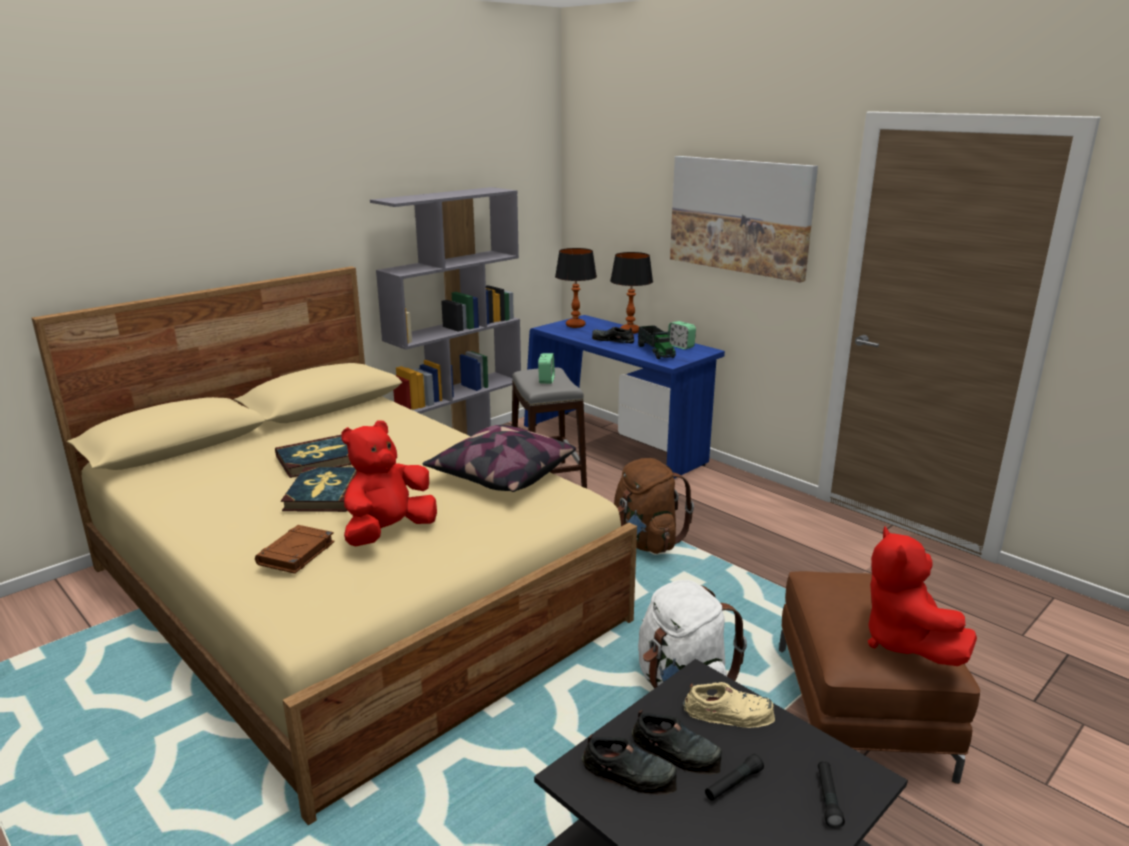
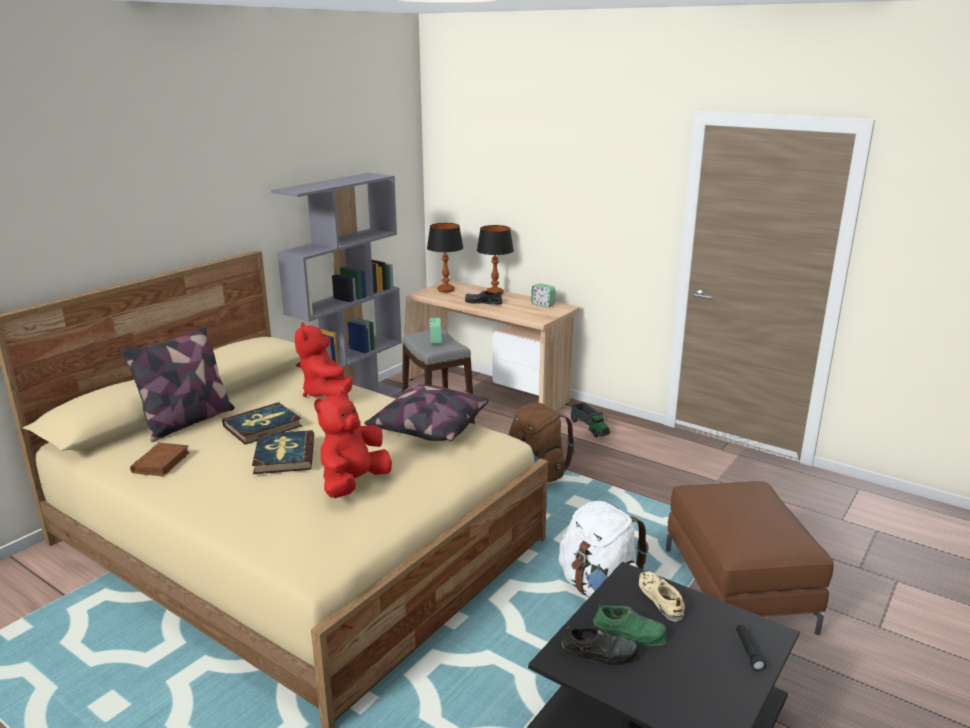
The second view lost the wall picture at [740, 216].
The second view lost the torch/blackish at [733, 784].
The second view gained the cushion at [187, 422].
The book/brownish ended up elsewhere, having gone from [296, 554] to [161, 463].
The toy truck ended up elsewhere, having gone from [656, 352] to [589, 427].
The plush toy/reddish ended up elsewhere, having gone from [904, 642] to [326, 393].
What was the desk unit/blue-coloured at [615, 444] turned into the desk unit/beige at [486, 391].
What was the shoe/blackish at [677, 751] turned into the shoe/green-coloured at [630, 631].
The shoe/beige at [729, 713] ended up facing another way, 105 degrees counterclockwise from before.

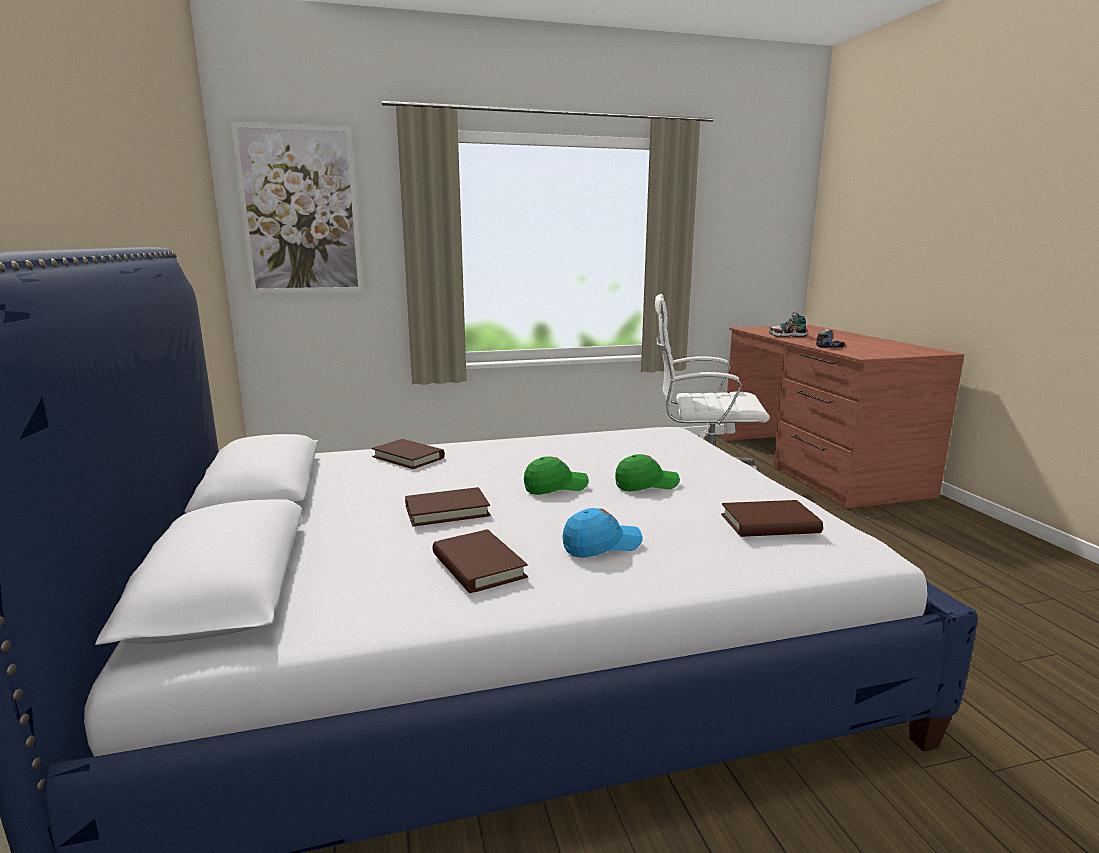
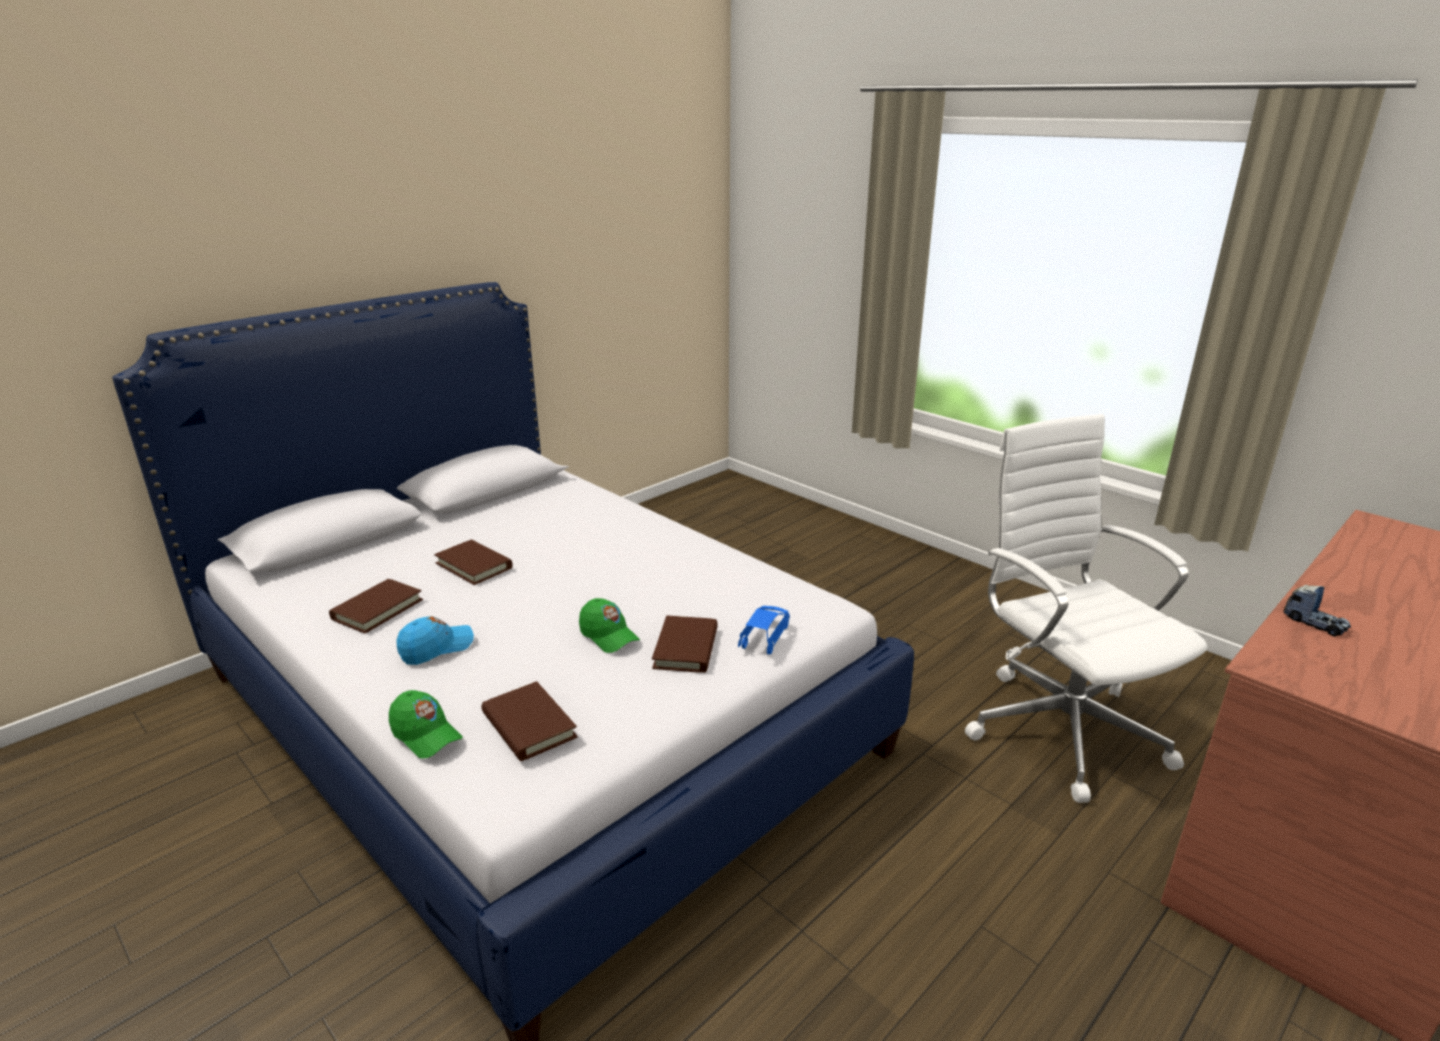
The second view lost the wall picture at [300, 211].
The second view lost the shoe at [787, 336].
The second view gained the toy car/blue-coloured at [765, 638].
The book/brownish ended up elsewhere, having gone from [408, 457] to [686, 648].
The cap/green-coloured ended up elsewhere, having gone from [555, 487] to [426, 735].
The cap/blue-coloured at [601, 545] ended up facing another way, 75 degrees counterclockwise from before.

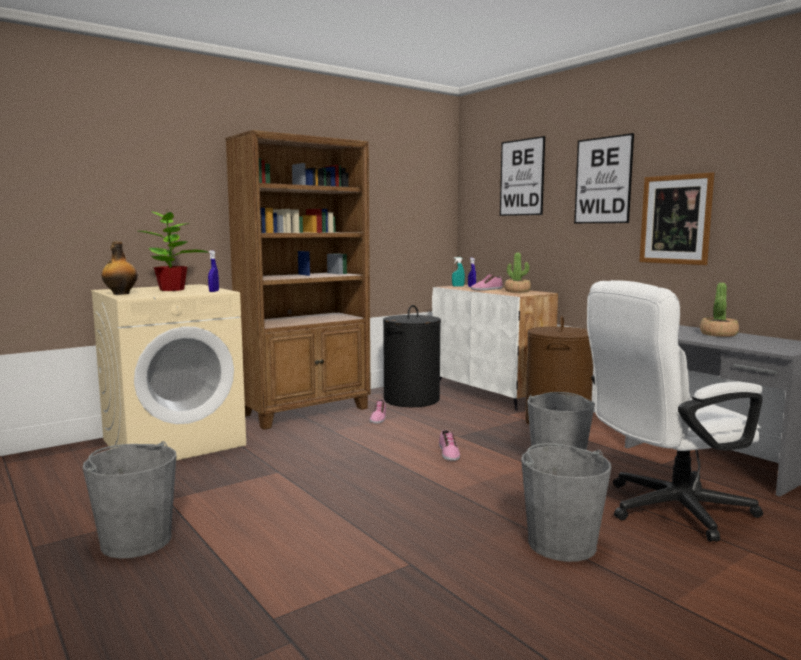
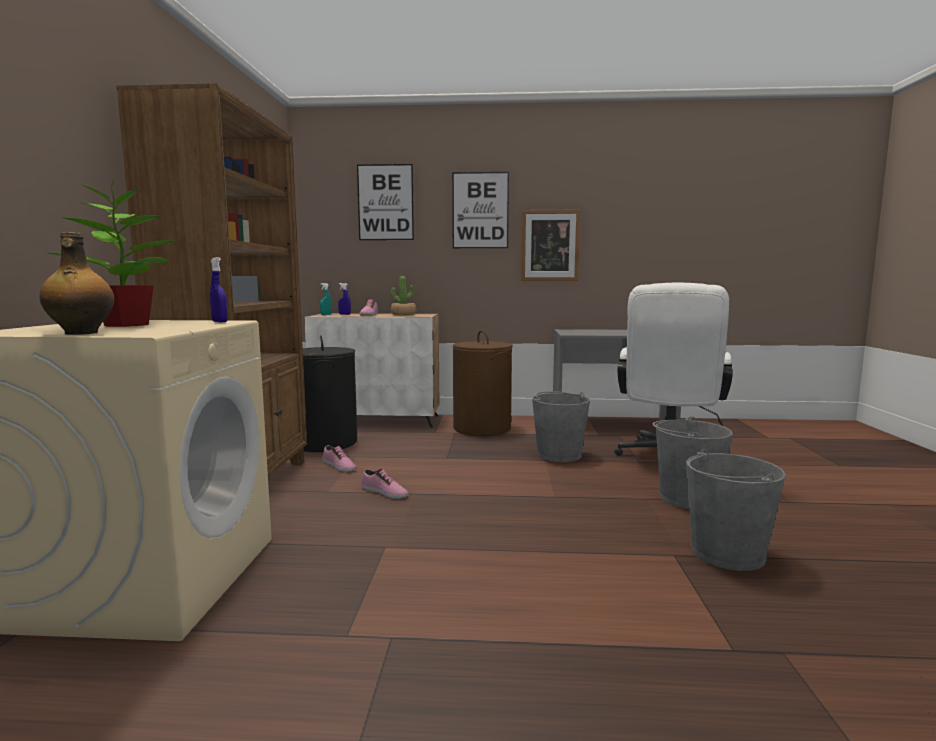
The second view lost the potted plant at [718, 334].
The water bucket/gray ended up elsewhere, having gone from [136, 541] to [726, 553].
The shoe ended up elsewhere, having gone from [448, 452] to [384, 492].

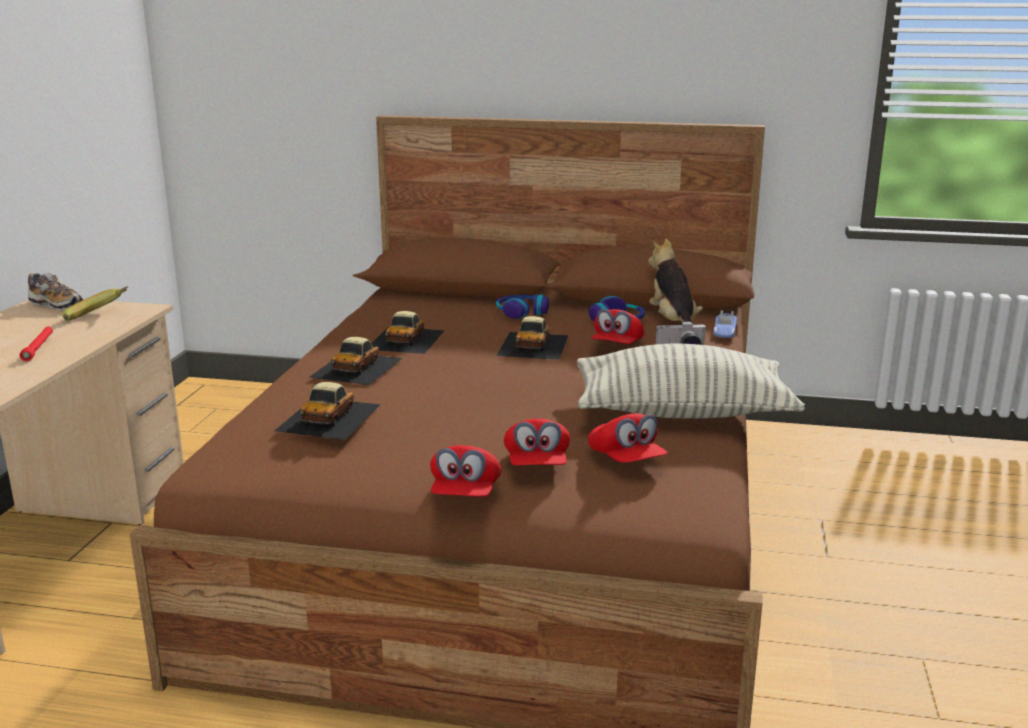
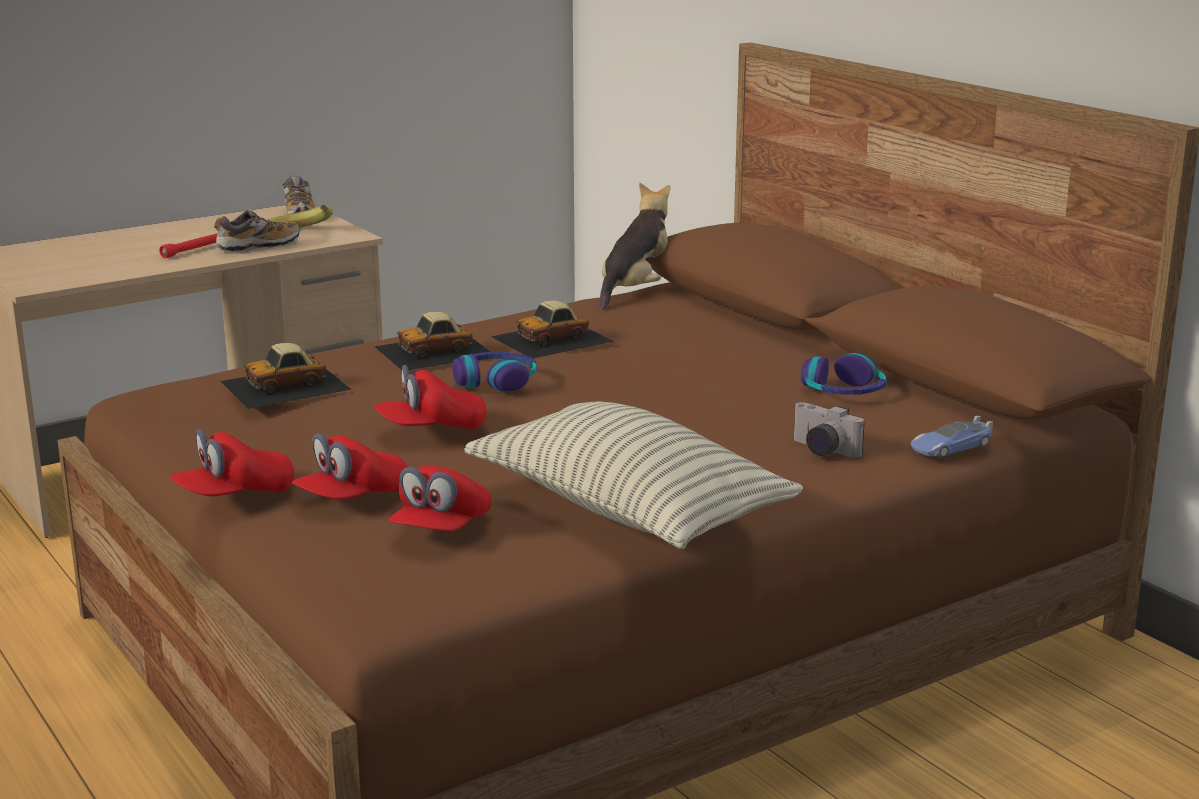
The second view lost the toy car at [534, 345].
The second view gained the shoe at [258, 247].
The headphones ended up elsewhere, having gone from [521, 312] to [496, 381].
The cap/reddish ended up elsewhere, having gone from [617, 346] to [431, 429].
The plush toy ended up elsewhere, having gone from [673, 323] to [637, 291].

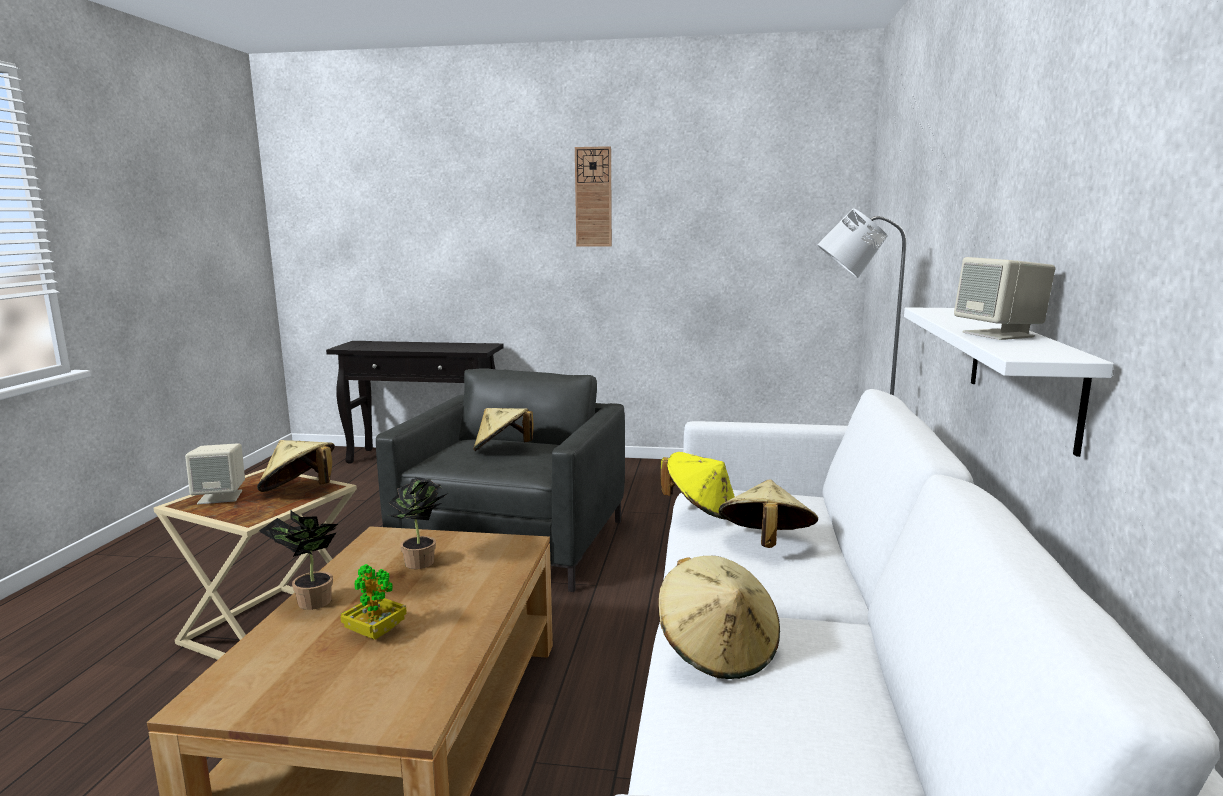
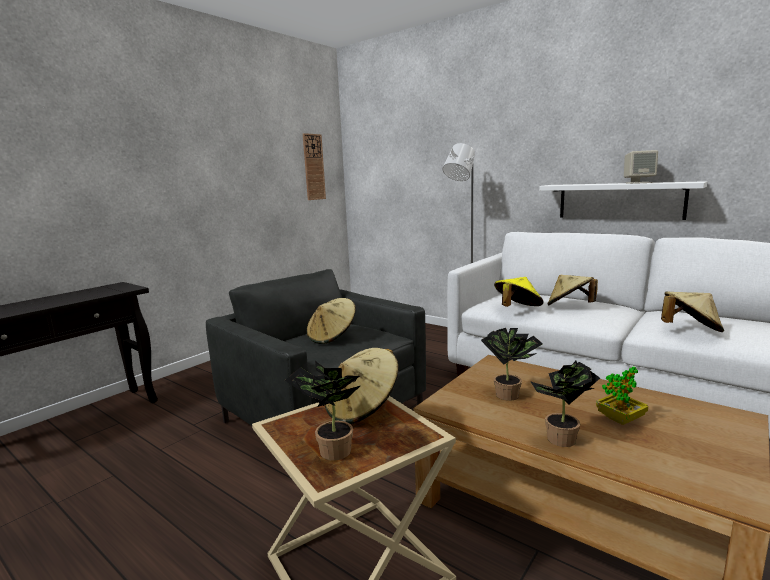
The wall clock ended up elsewhere, having gone from [593, 197] to [313, 167].
Where the speaker/beige stood at [221, 497], the potted plant came to stand at [330, 451].

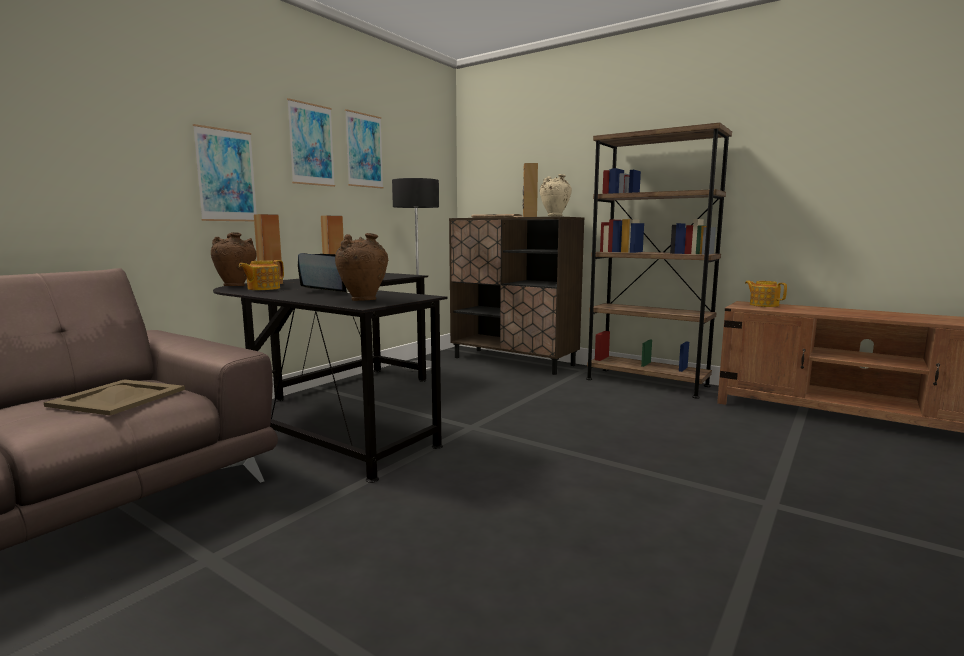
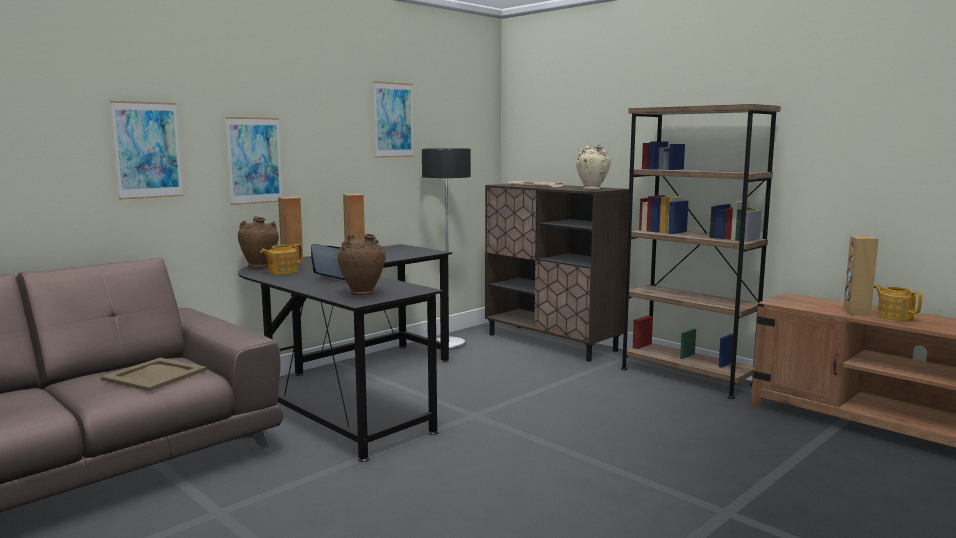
The wall picture ended up elsewhere, having gone from [311, 144] to [147, 150].
The speaker/brownish ended up elsewhere, having gone from [529, 217] to [856, 312].
The tea pot ended up elsewhere, having gone from [763, 305] to [894, 316].

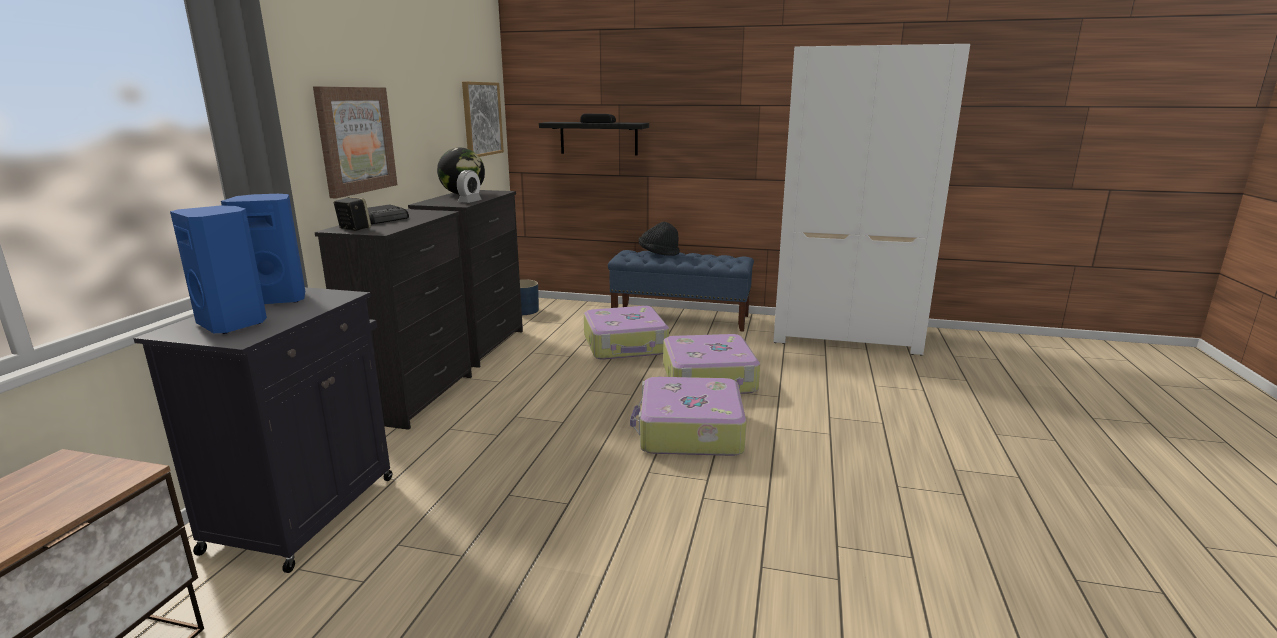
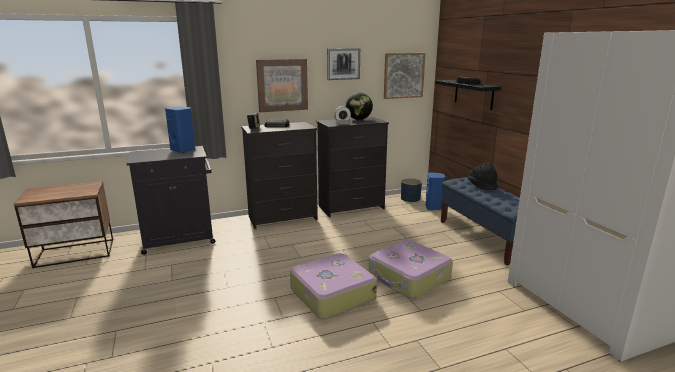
The second view lost the suitcase at [626, 345].
The second view gained the wall picture at [343, 64].
The speaker/blue-coloured ended up elsewhere, having gone from [234, 324] to [434, 207].

